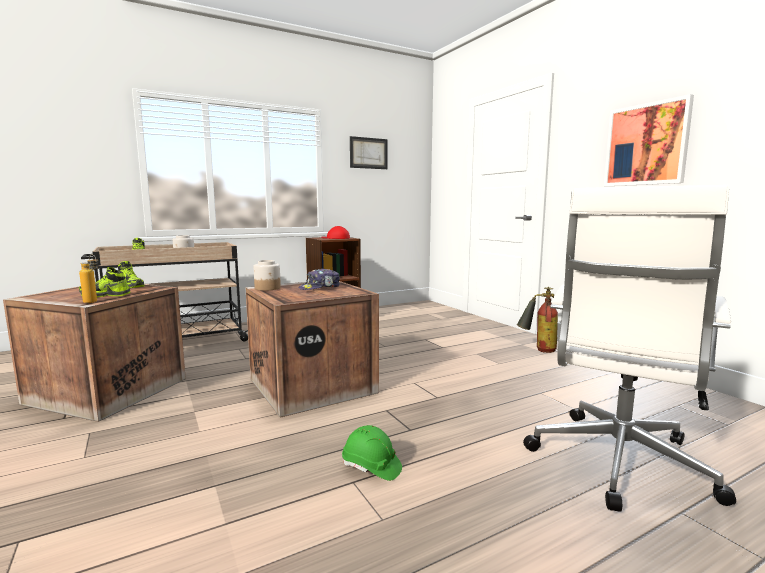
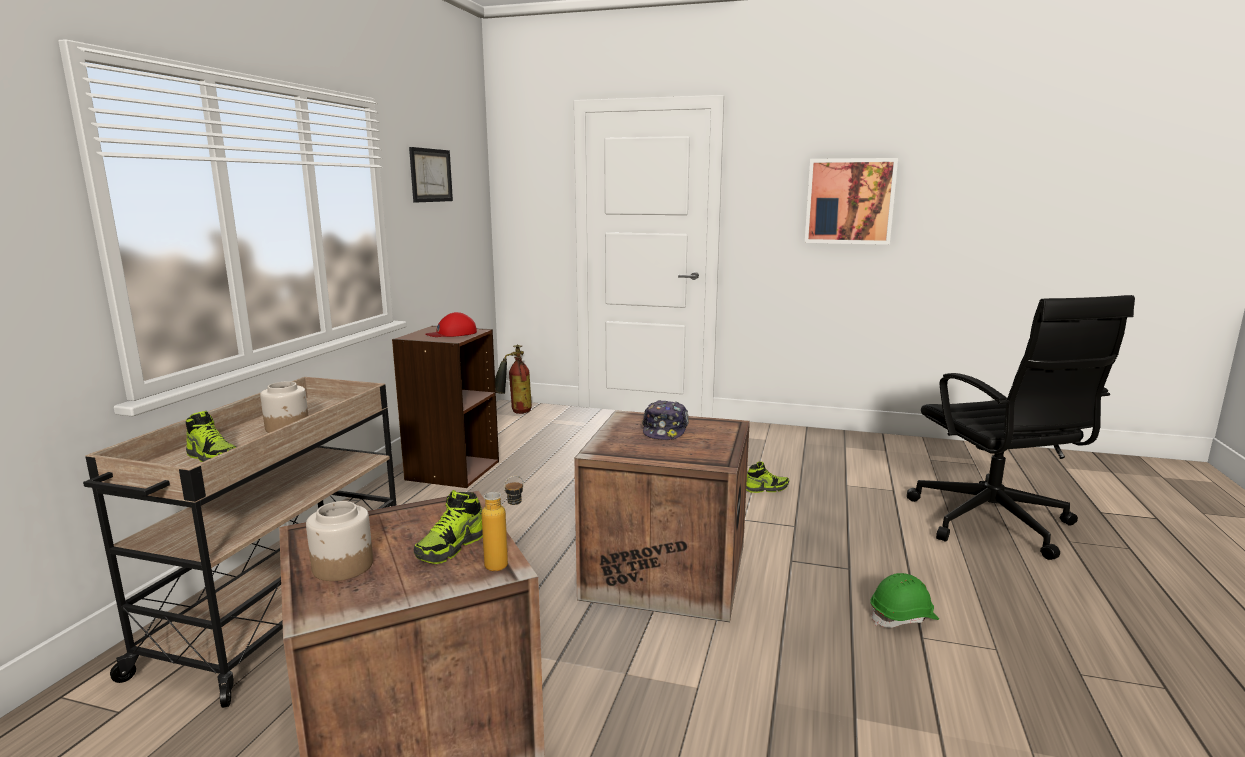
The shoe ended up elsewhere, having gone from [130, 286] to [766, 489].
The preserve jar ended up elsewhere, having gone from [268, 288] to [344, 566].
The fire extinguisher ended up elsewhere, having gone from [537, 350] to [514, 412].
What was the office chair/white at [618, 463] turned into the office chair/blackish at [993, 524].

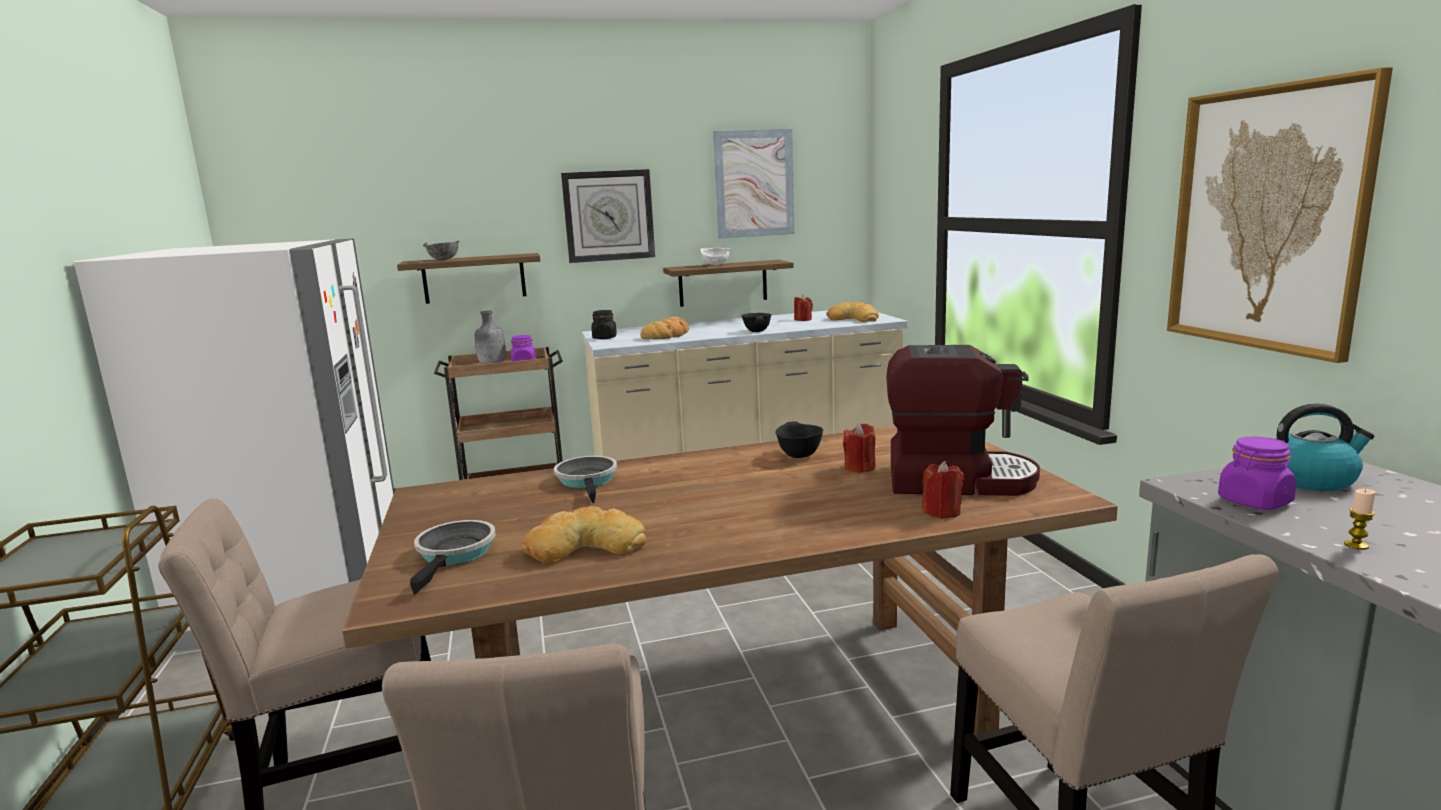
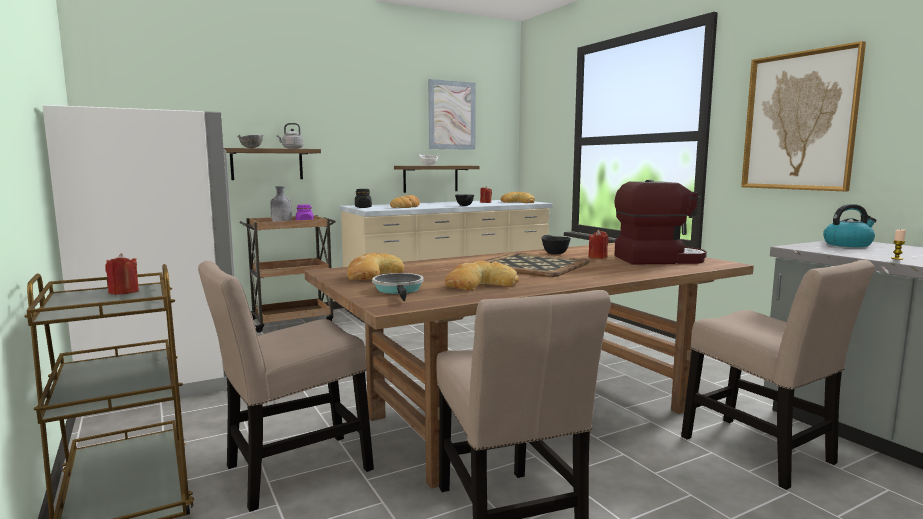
The second view lost the skillet at [588, 481].
The second view lost the wall clock at [608, 216].
The second view lost the preserve jar/purple at [1254, 502].
The second view gained the tea kettle/gray at [291, 148].
The second view gained the bakery bread at [373, 275].
The second view gained the carrying tray at [531, 265].
The candle/reddish ended up elsewhere, having gone from [941, 512] to [124, 292].

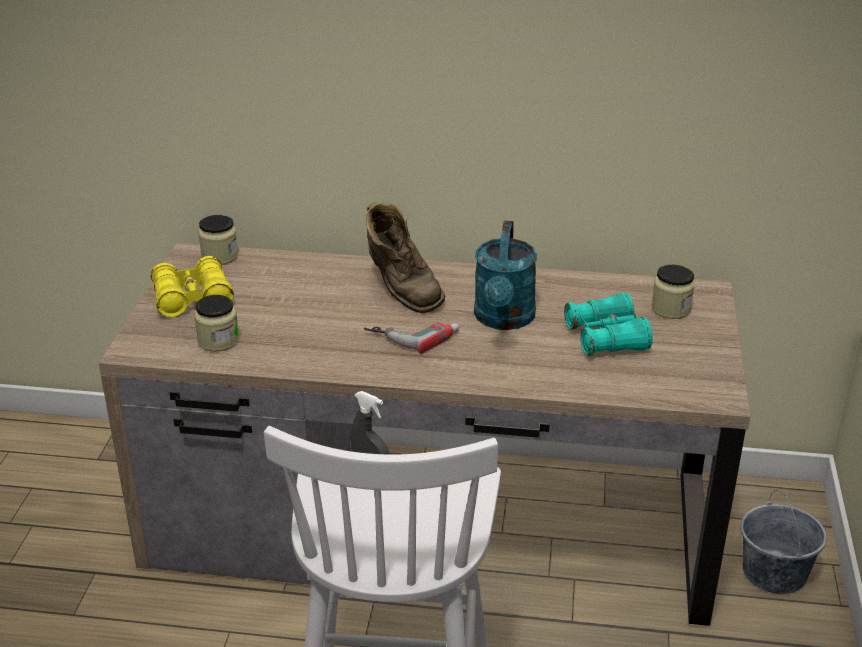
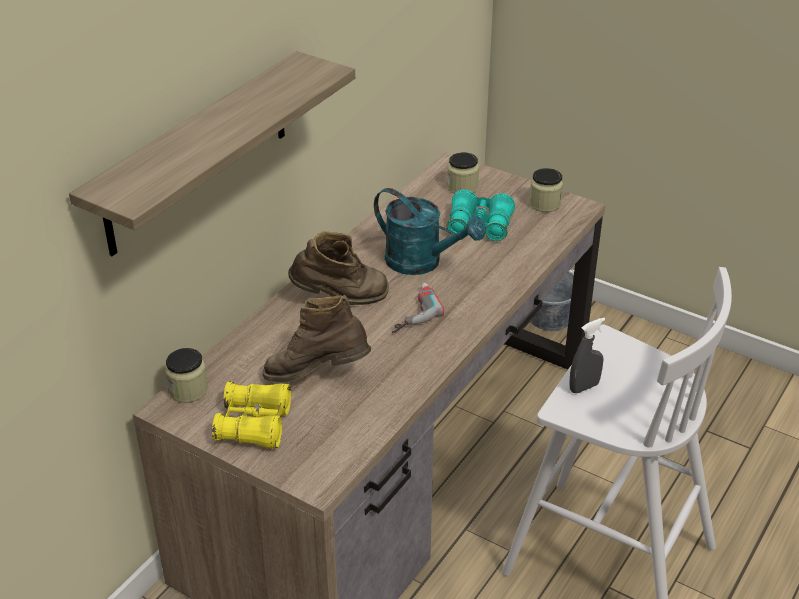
The second view gained the wall shelf at [198, 153].
The second view gained the tall boot/brownish at [317, 375].
The preserve jar ended up elsewhere, having gone from [218, 341] to [544, 204].

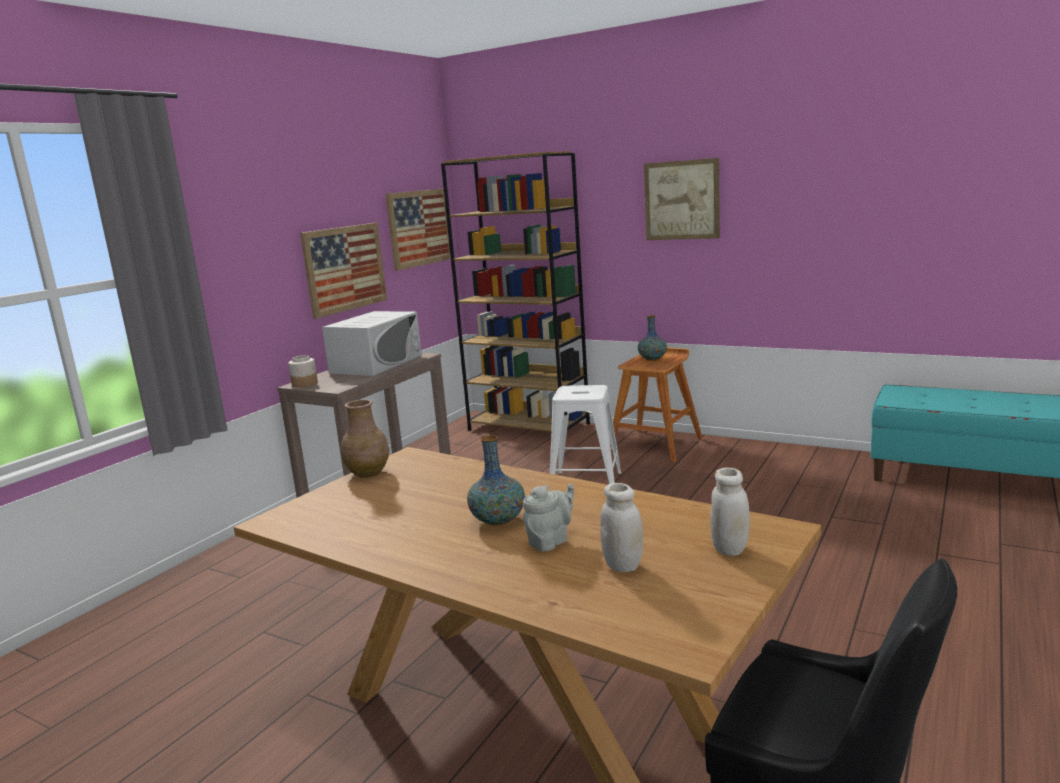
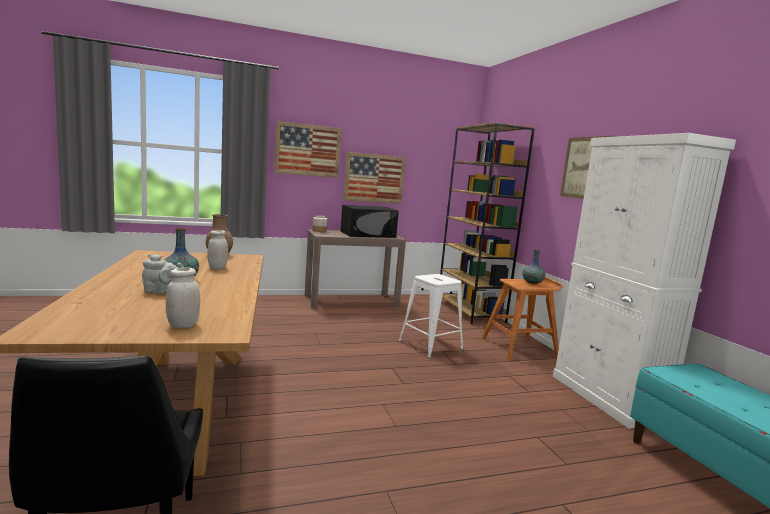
The second view gained the cupboard/white at [607, 397].
The wall picture ended up elsewhere, having gone from [420, 228] to [308, 150].
The preserve jar/white ended up elsewhere, having gone from [622, 565] to [217, 268].
What was the kitchen microwave/white at [377, 364] turned into the kitchen microwave/blackish at [368, 234].

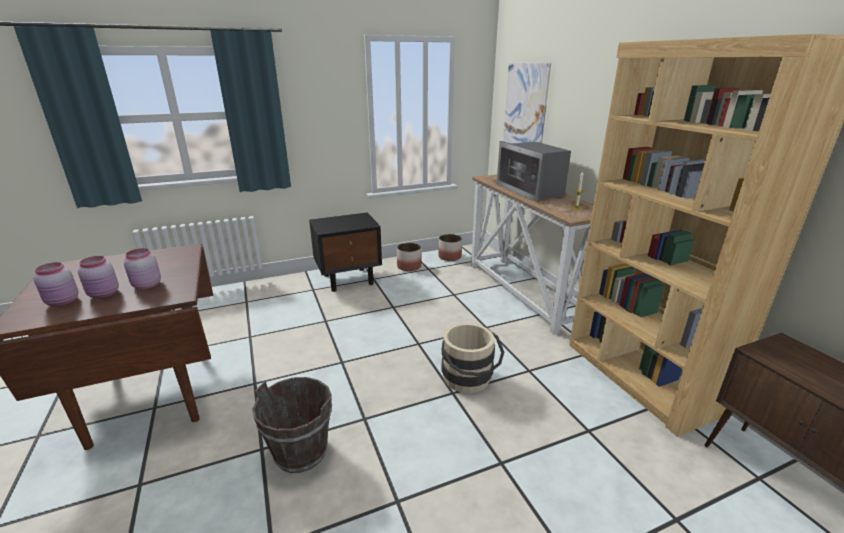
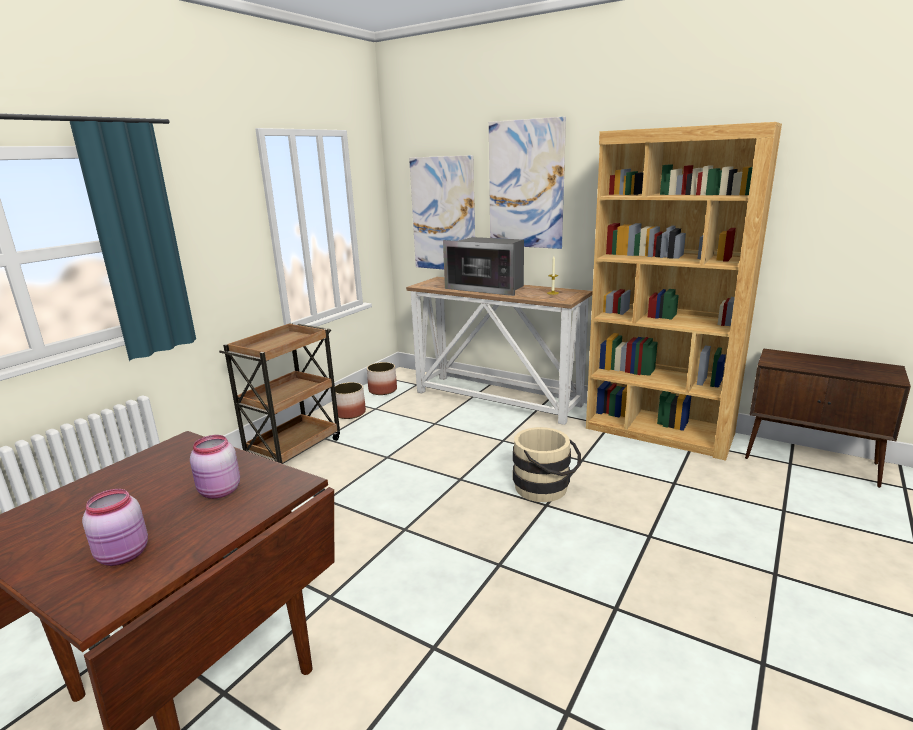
The second view lost the preserve jar/pink at [104, 294].
The second view lost the water bucket/brownish at [300, 452].
The second view gained the wall picture at [525, 185].
Where the bedside table/blackish stood at [349, 279], the cart/brownish came to stand at [294, 448].

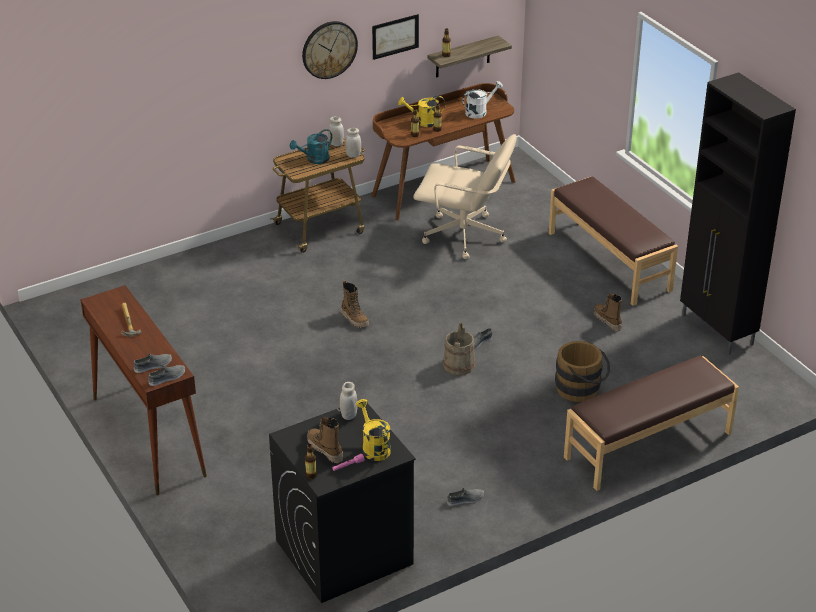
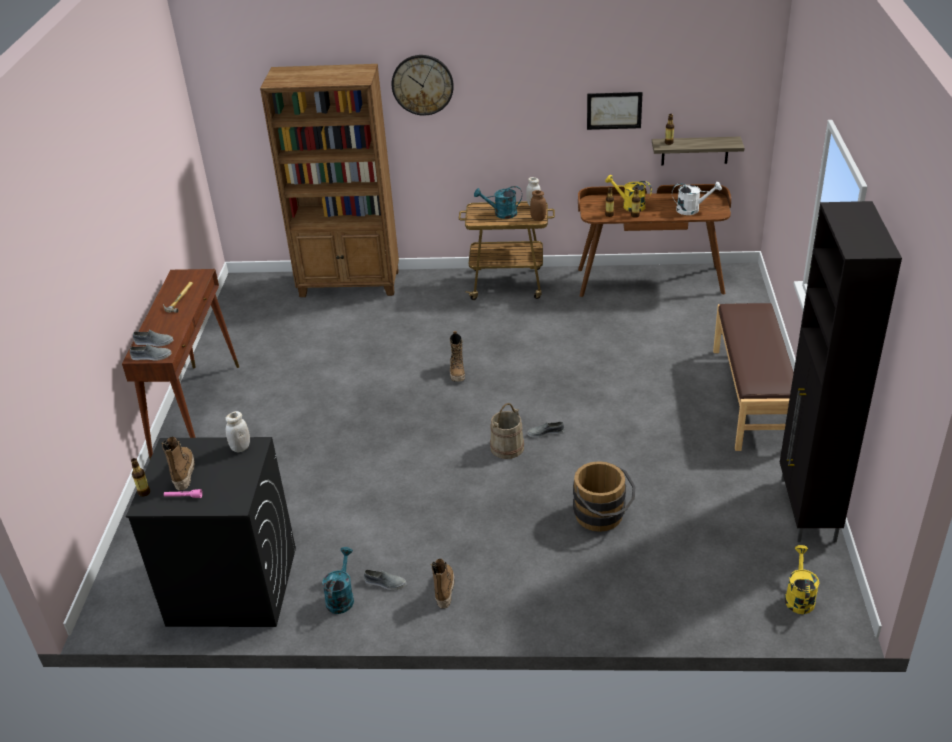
The second view lost the office chair/beige at [464, 236].
The second view lost the bench/brownish at [649, 446].
The second view gained the bookcase/brownish at [350, 284].
The second view gained the watering pot/turquoise at [341, 597].
The wall clock ended up elsewhere, having gone from [329, 49] to [422, 84].
The watering pot/yellow ended up elsewhere, having gone from [373, 447] to [799, 597].
The tall boot ended up elsewhere, having gone from [607, 321] to [444, 589].
What was the preserve jar/white at [353, 155] turned into the preserve jar/brownish at [538, 218].

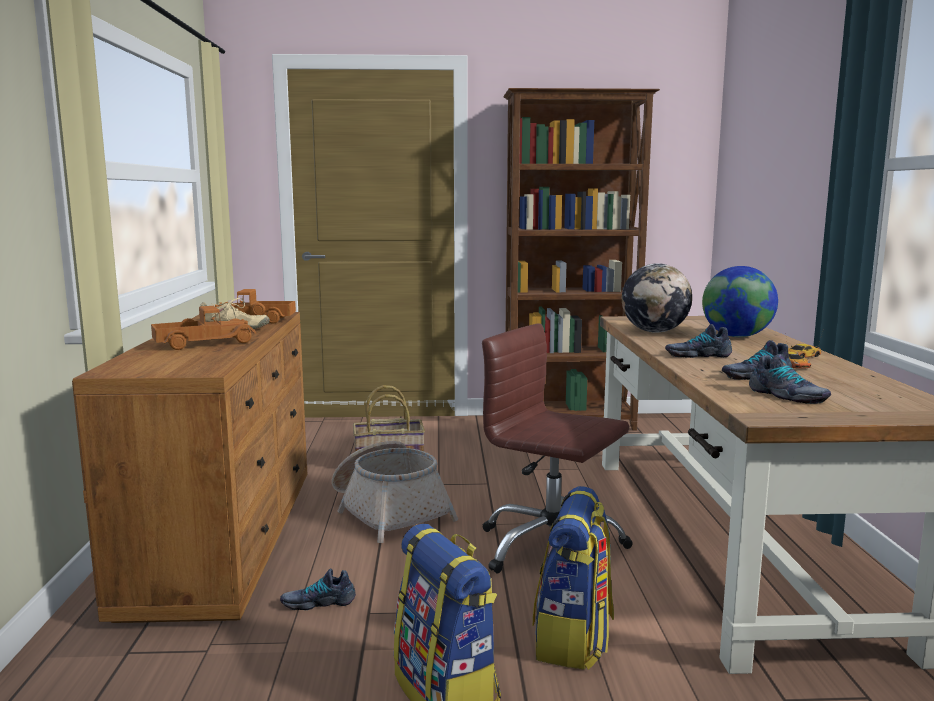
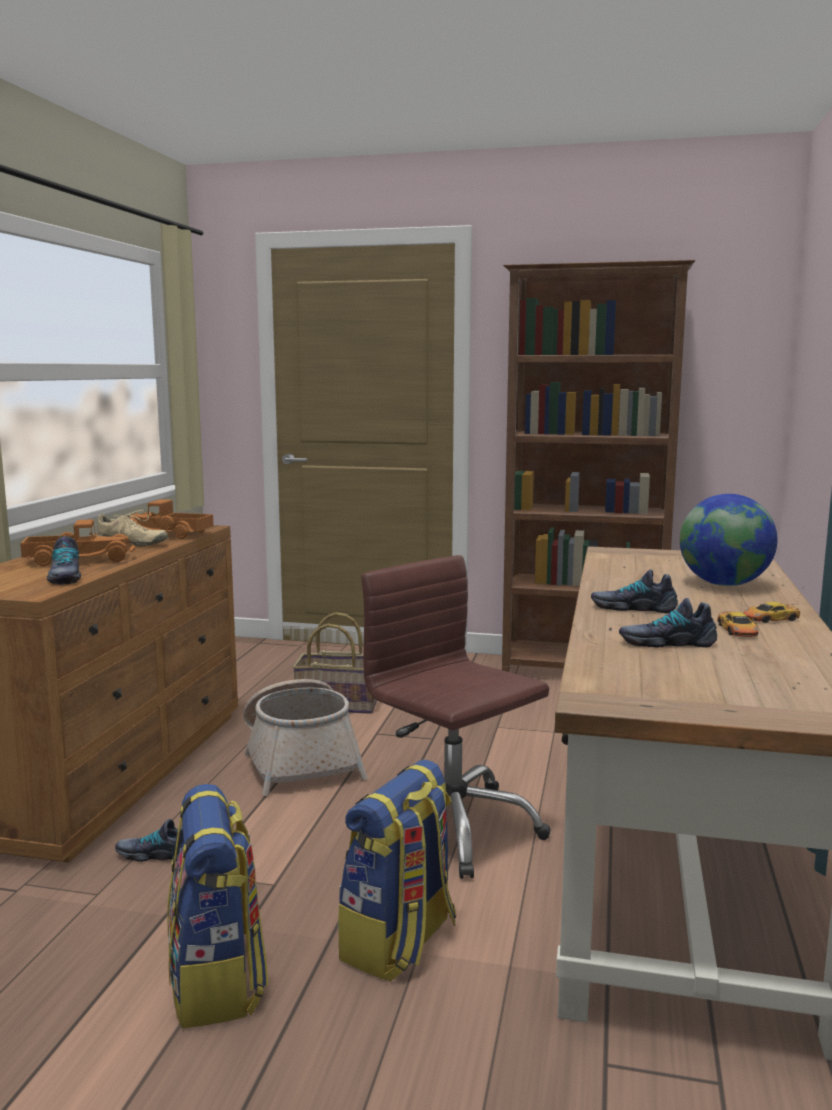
The second view lost the world globe at [654, 332].
The shoe ended up elsewhere, having gone from [786, 396] to [64, 577].

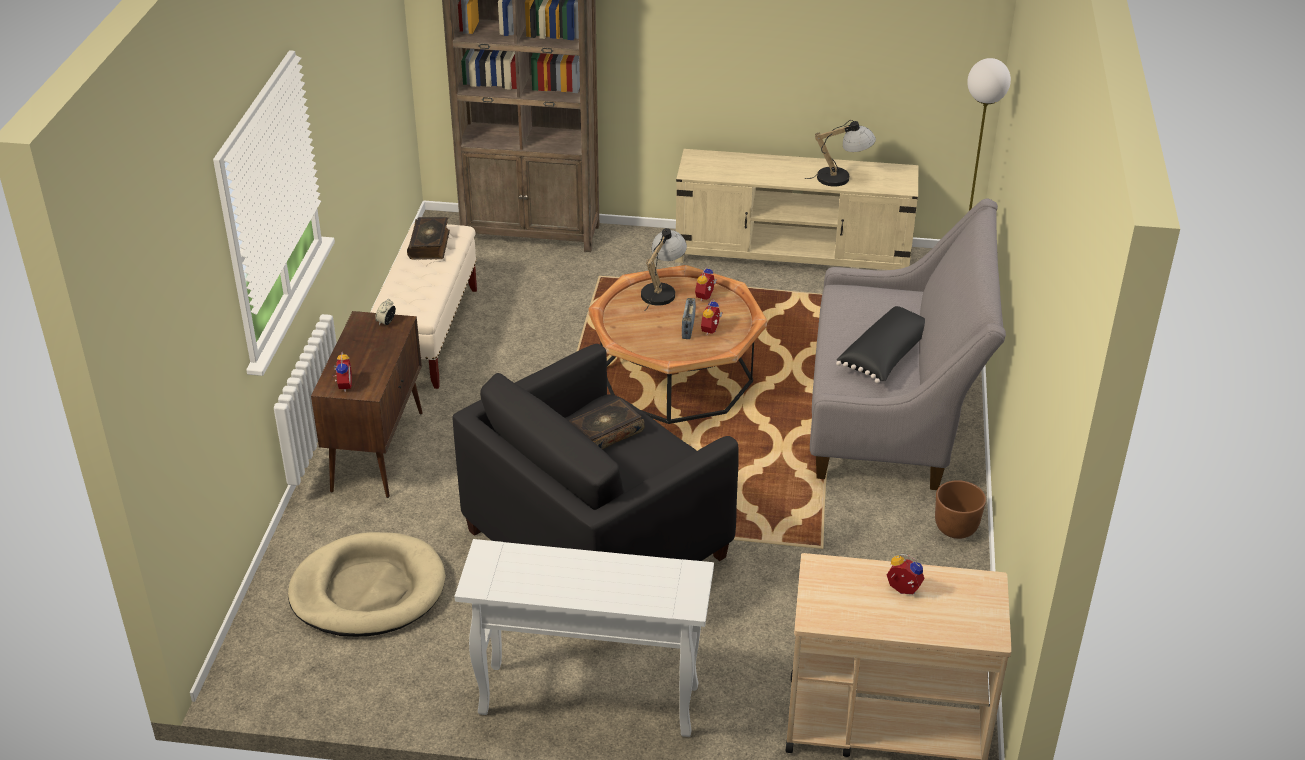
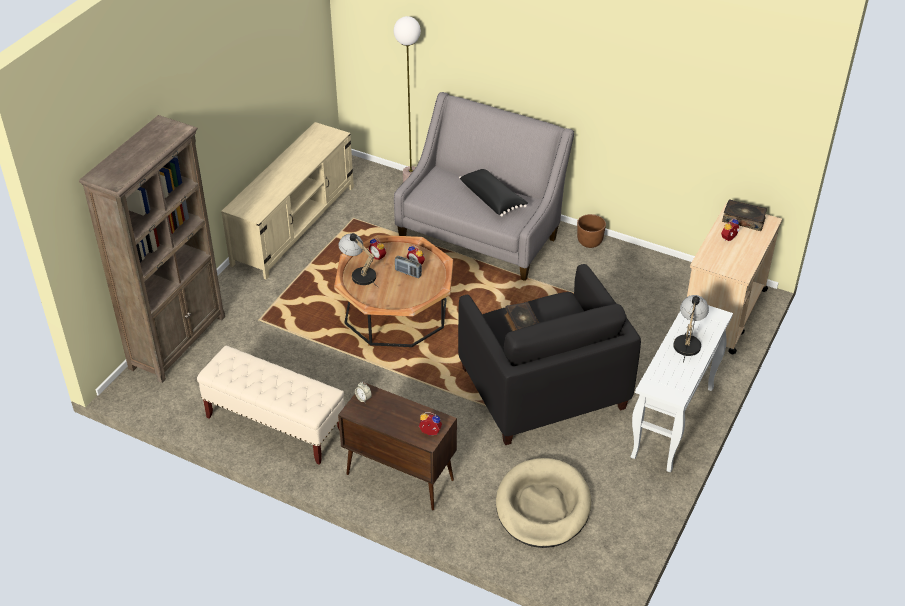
The book ended up elsewhere, having gone from [430, 245] to [743, 219].
The tabletop lamp ended up elsewhere, having gone from [842, 178] to [688, 341].

